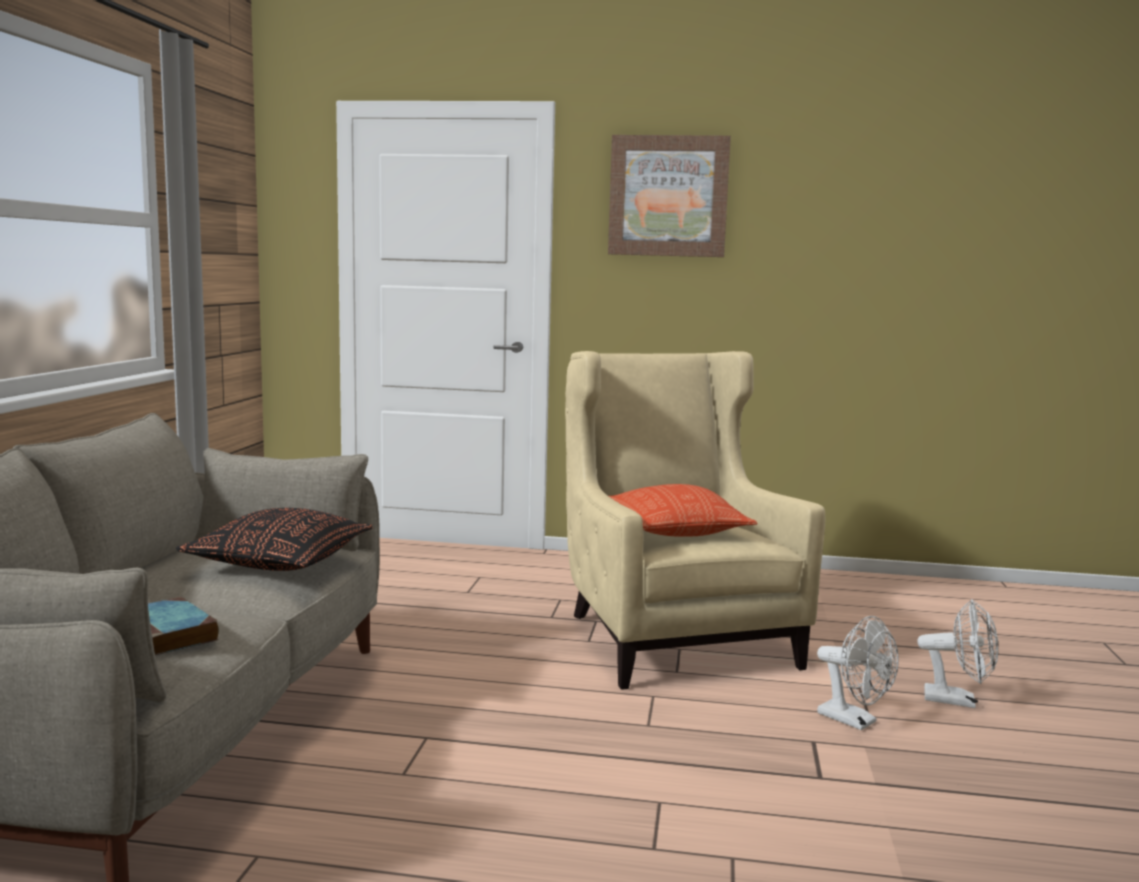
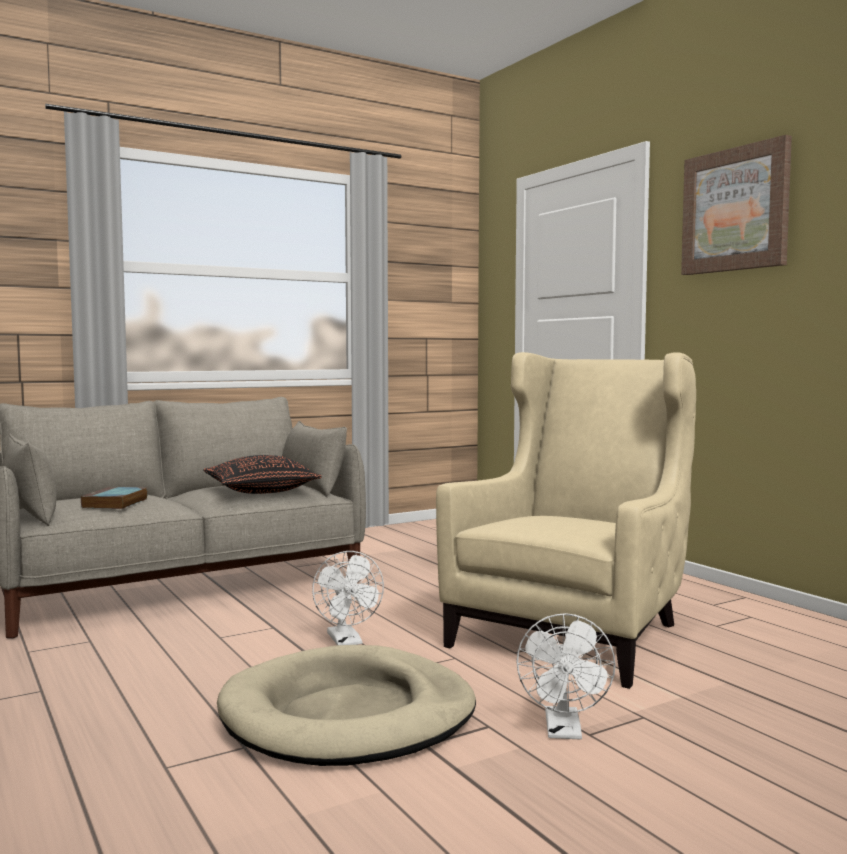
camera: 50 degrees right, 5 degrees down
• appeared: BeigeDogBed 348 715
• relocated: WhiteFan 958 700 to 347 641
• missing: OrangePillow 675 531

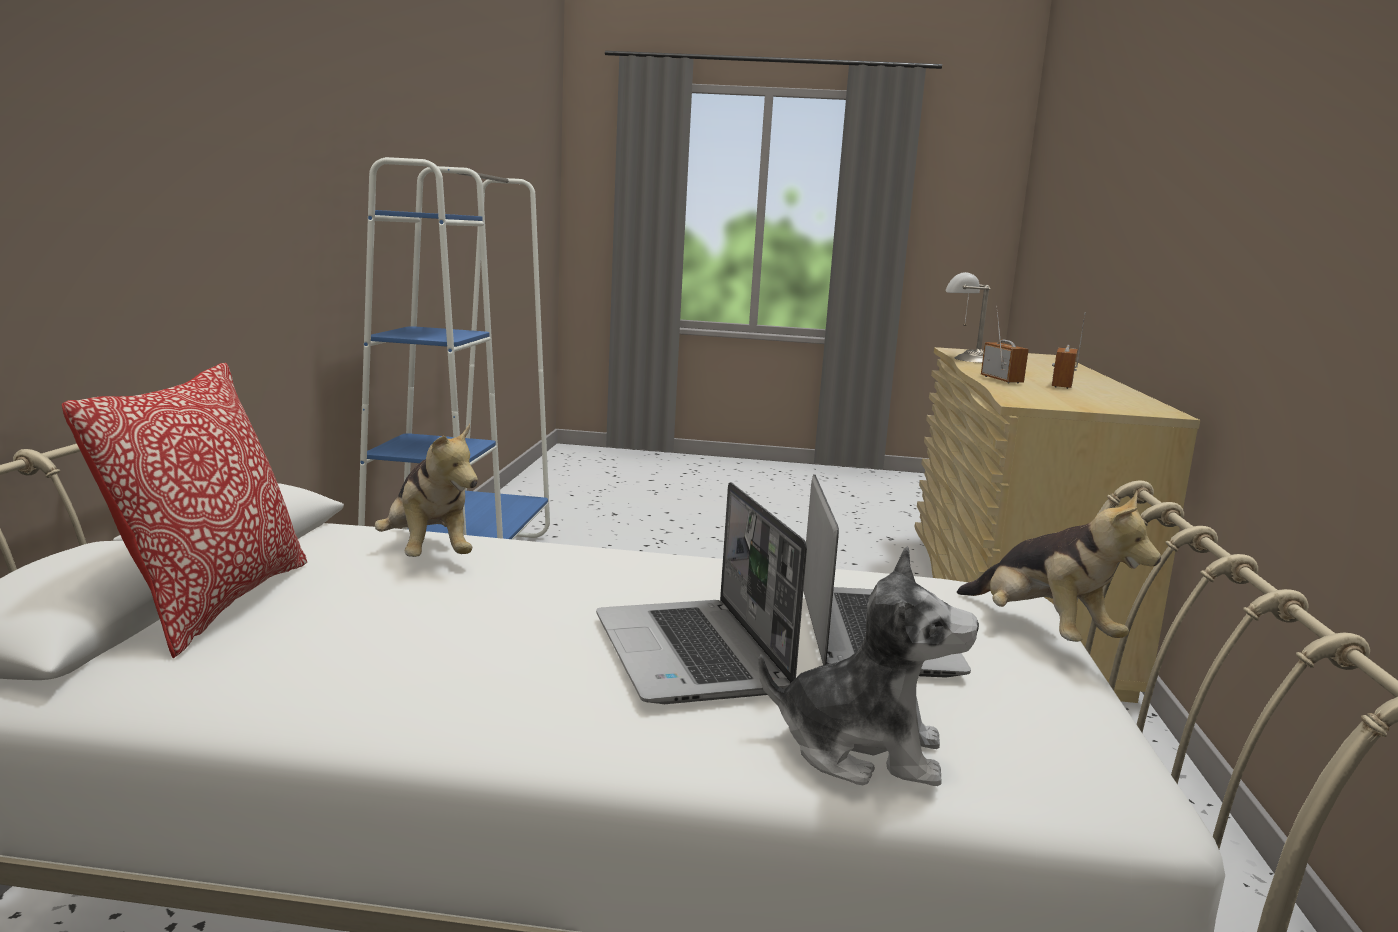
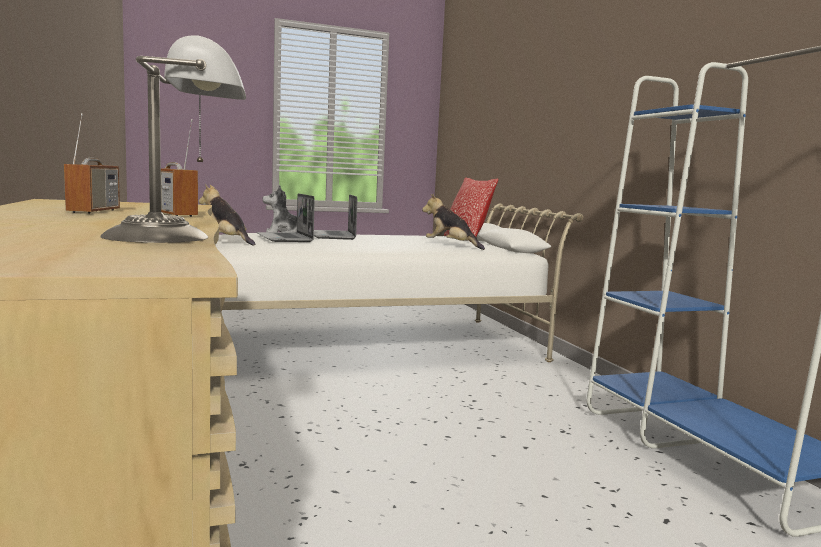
camera: 155 degrees right, 5 degrees down
• spun: Laptop 693 655 = 333 236 150 degrees counterclockwise

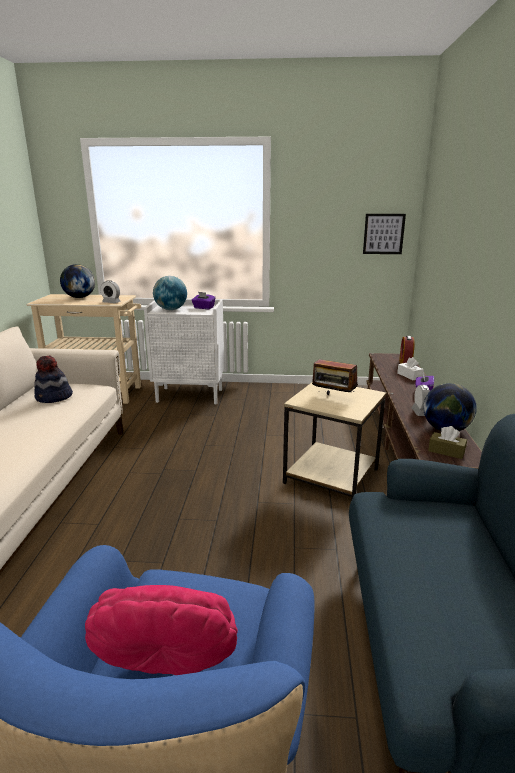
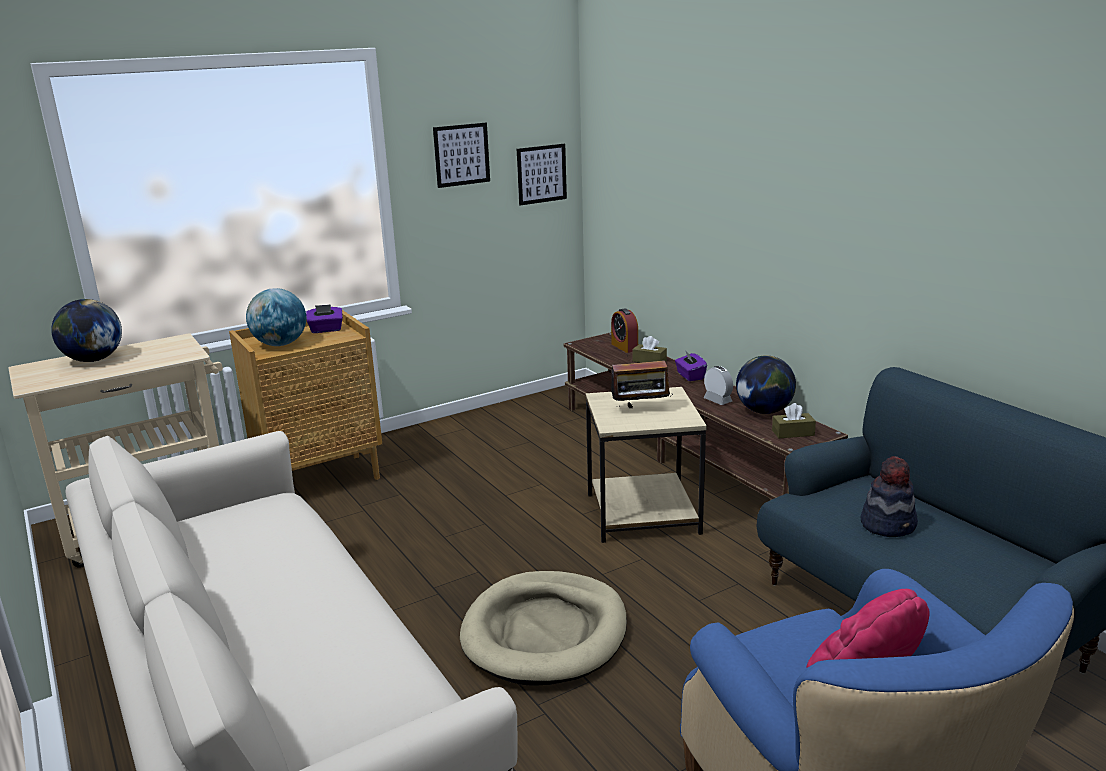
camera: 35 degrees left, 0 degrees up
• colour: WhiteCabinet 190 395 to BrownCabinet 321 480
• appeared: Picture 461 155
• appeared: BeigeDogBed 545 633
• colour: WhiteTissueBox 409 376 to BrownTissueBox 649 361
• relocated: Hat 54 398 to 888 524
• missing: AlarmClock 111 302

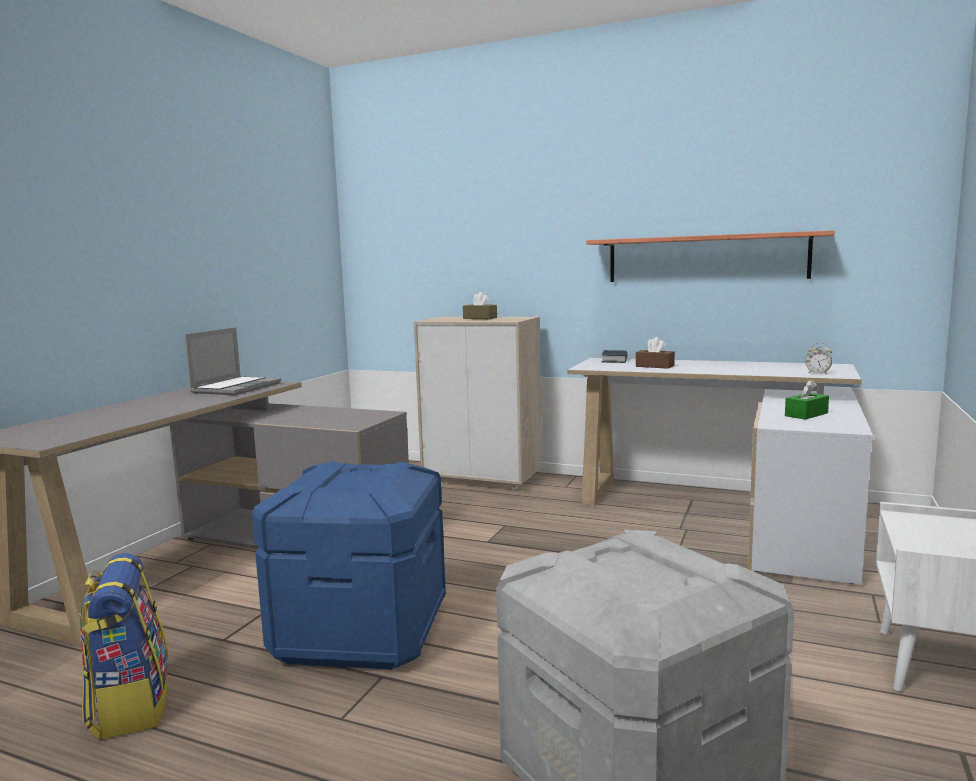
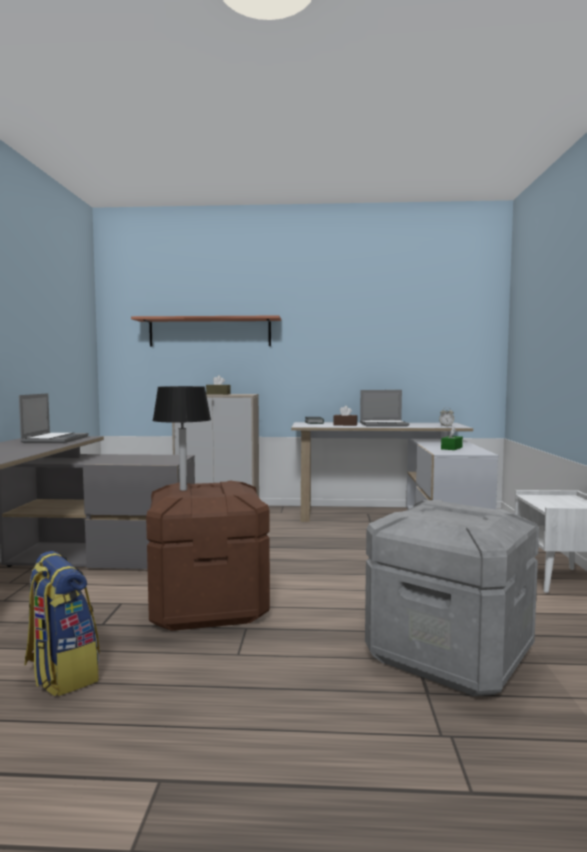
camera: 20 degrees left, 5 degrees down
• relocated: Shelf 706 258 to 210 332
• colour: BlueStorageBox 361 631 to BrownStorageBox 207 606
• appeared: BlackTableLamp 183 489
• appeared: Laptop 384 424

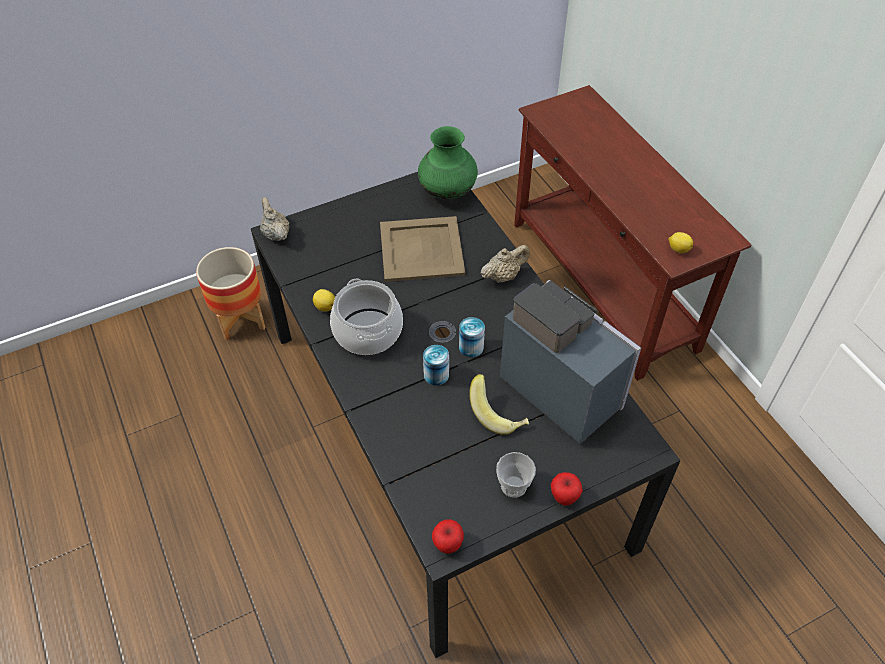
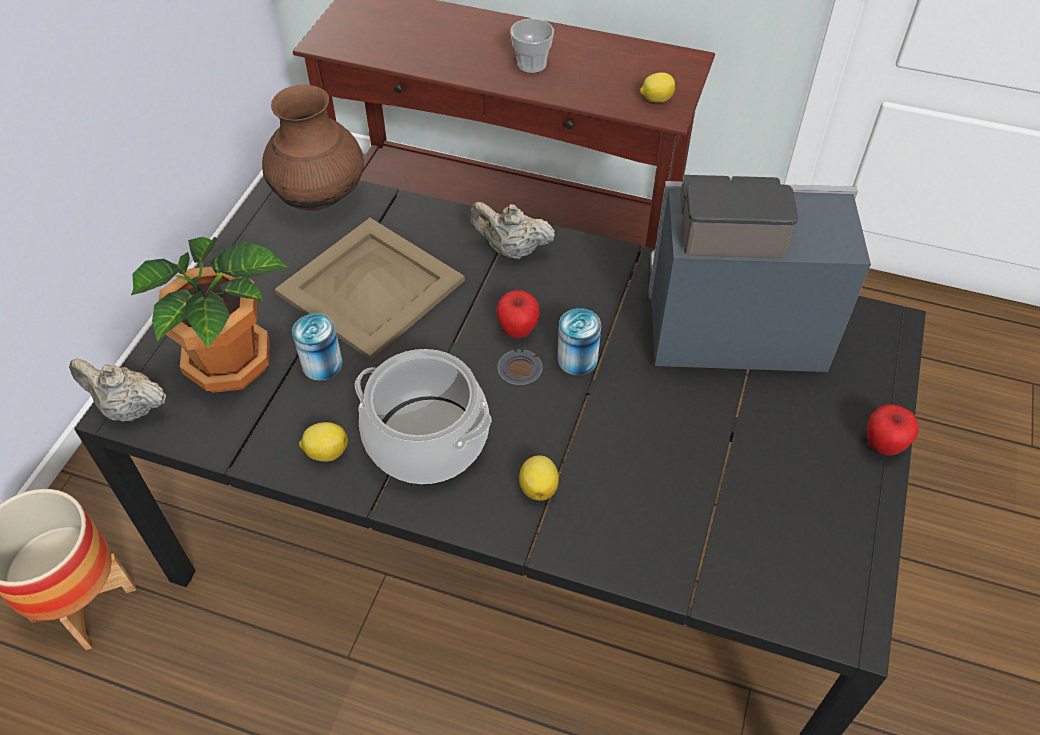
camera: 45 degrees left, 0 degrees up
• appeared: PottedPlant 233 363
• colour: GreenVase 447 192 to BrownVase 320 197
• relocated: Can 436 375 to 322 364
• spun: BeigeTeapot 503 276 = 511 250 90 degrees counterclockwise
• relocated: Apple 448 545 to 518 330
• relocated: Cup 513 486 to 531 64
• appeared: Lemon 539 487
• missing: Banana 498 414

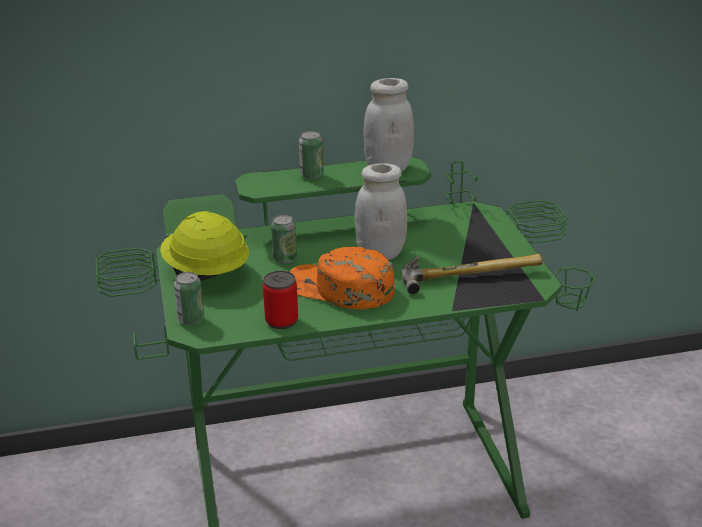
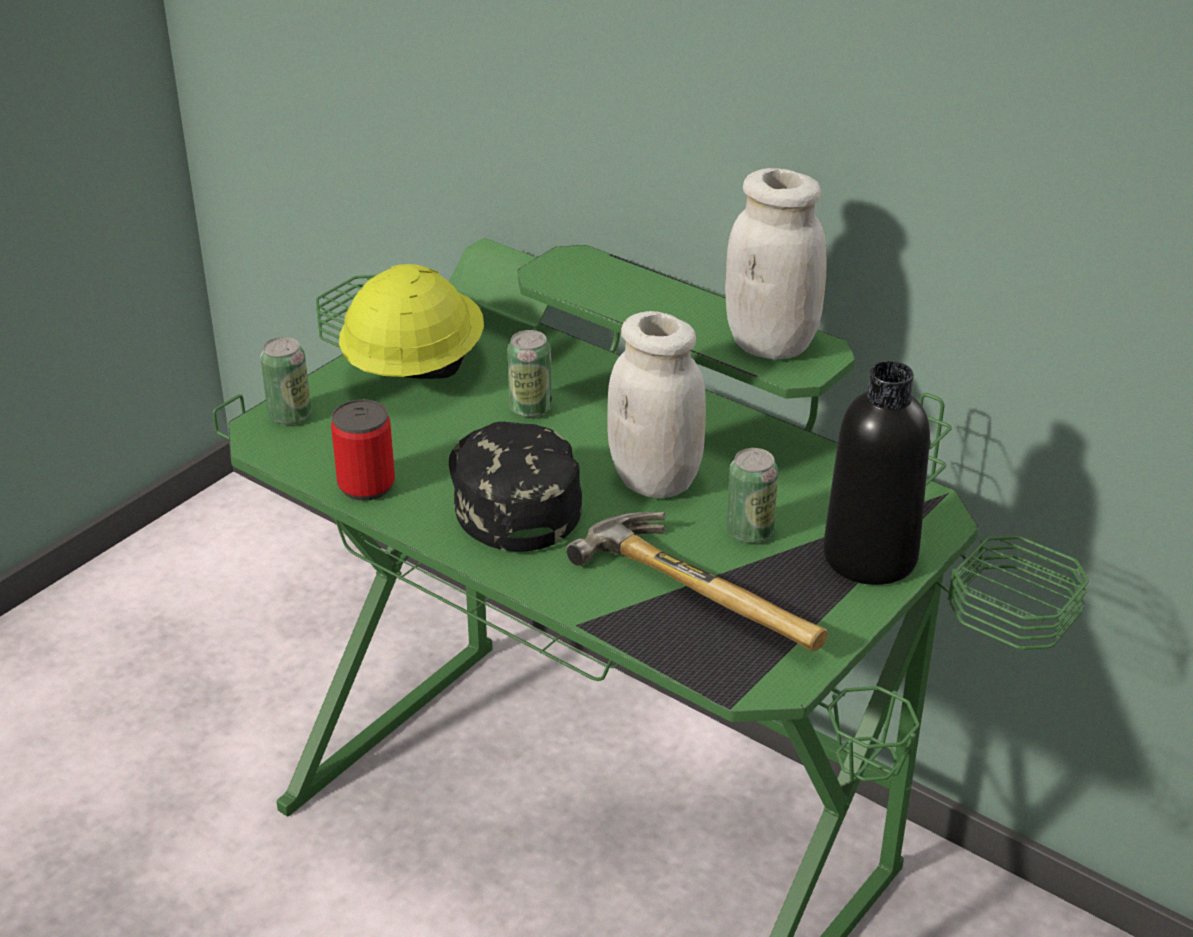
camera: 50 degrees right, 5 degrees up
• colour: OrangeCap 340 288 to BlackCap 510 492
• relocated: Can 311 175 to 749 532
• appeared: BlackBottle 870 557

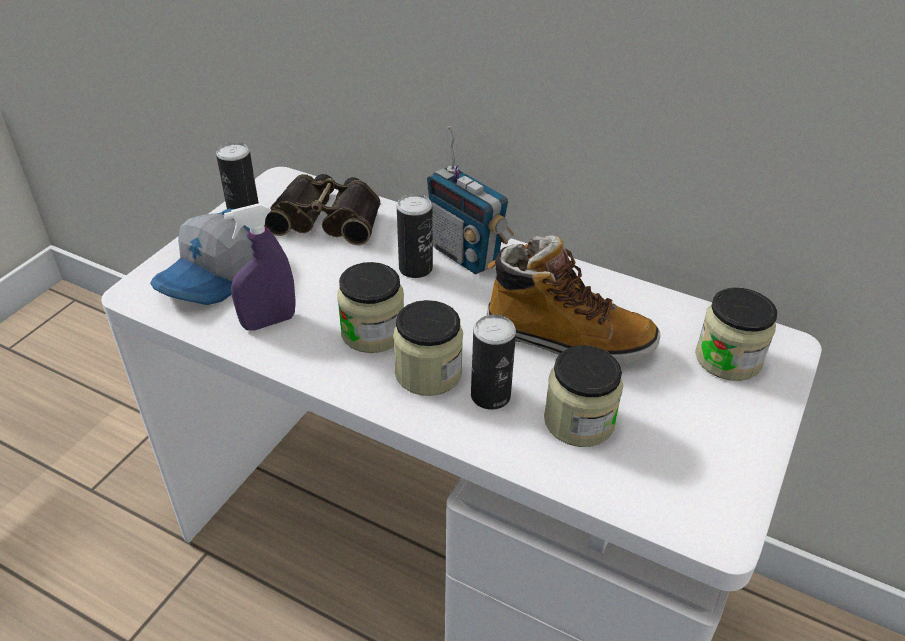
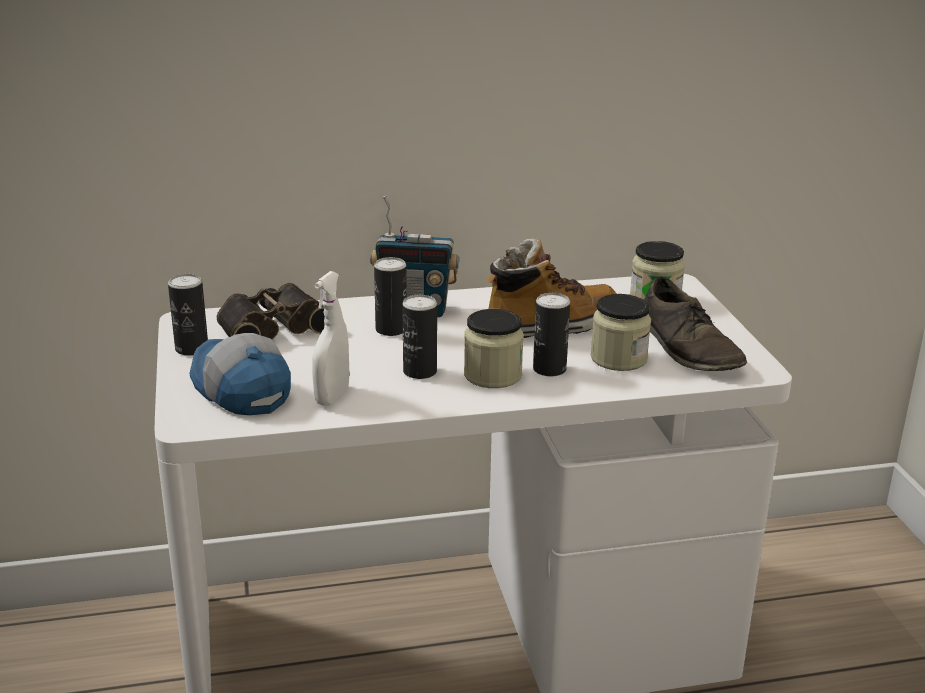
camera: 40 degrees left, 15 degrees down
• spun: Cap 215 276 = 239 390 150 degrees clockwise
• colour: PurpleSprayBottle 269 322 to WhiteSprayBottle 332 396
• exchanged: Jar 373 332 to Can 420 372
• appeared: BrownShoe 688 347

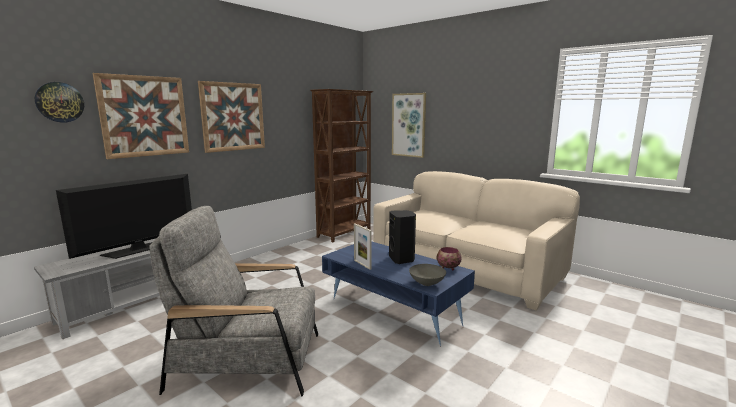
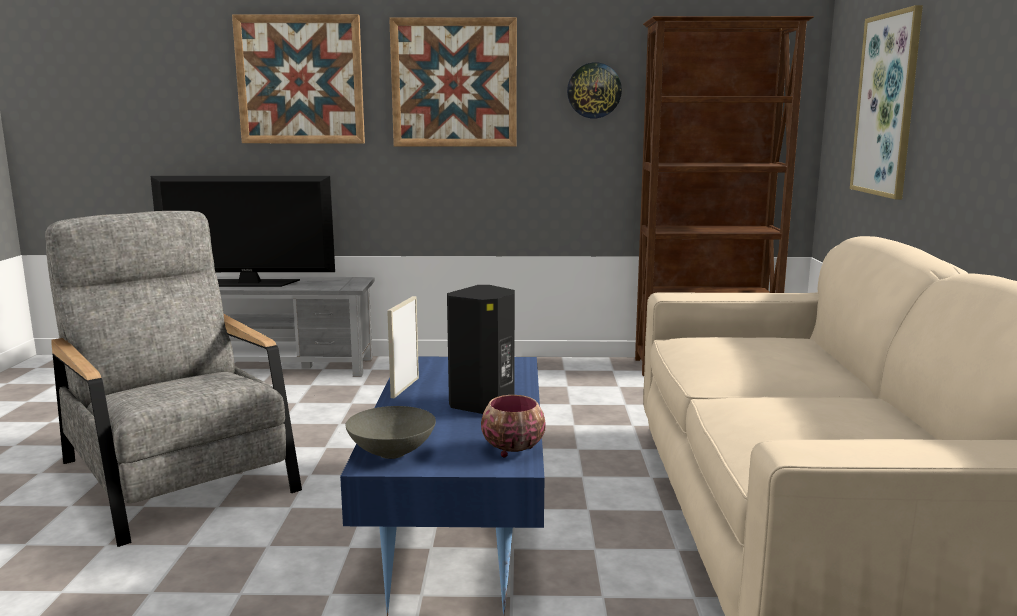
camera: 50 degrees right, 0 degrees up
• relocated: WallClock 59 102 to 594 90

